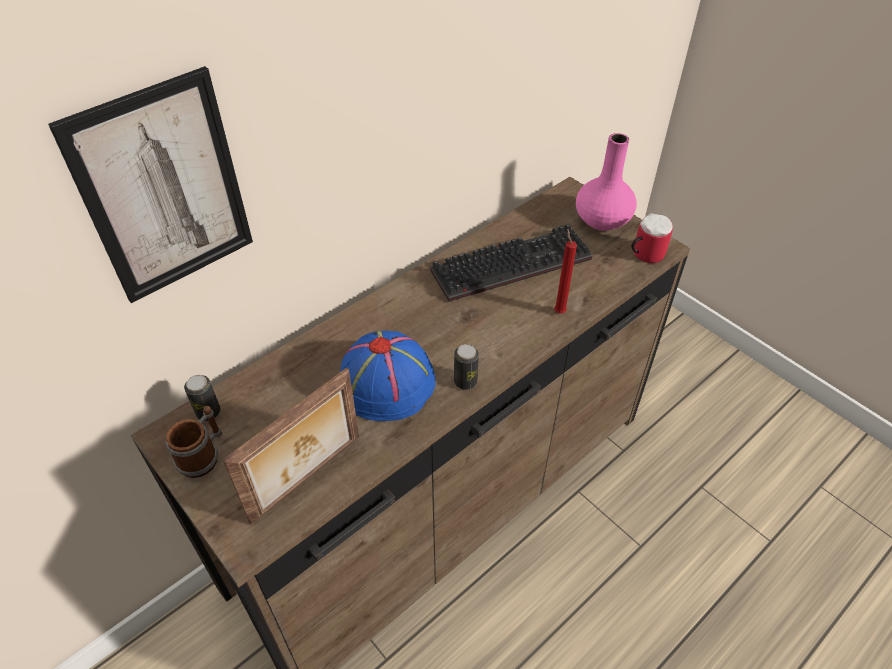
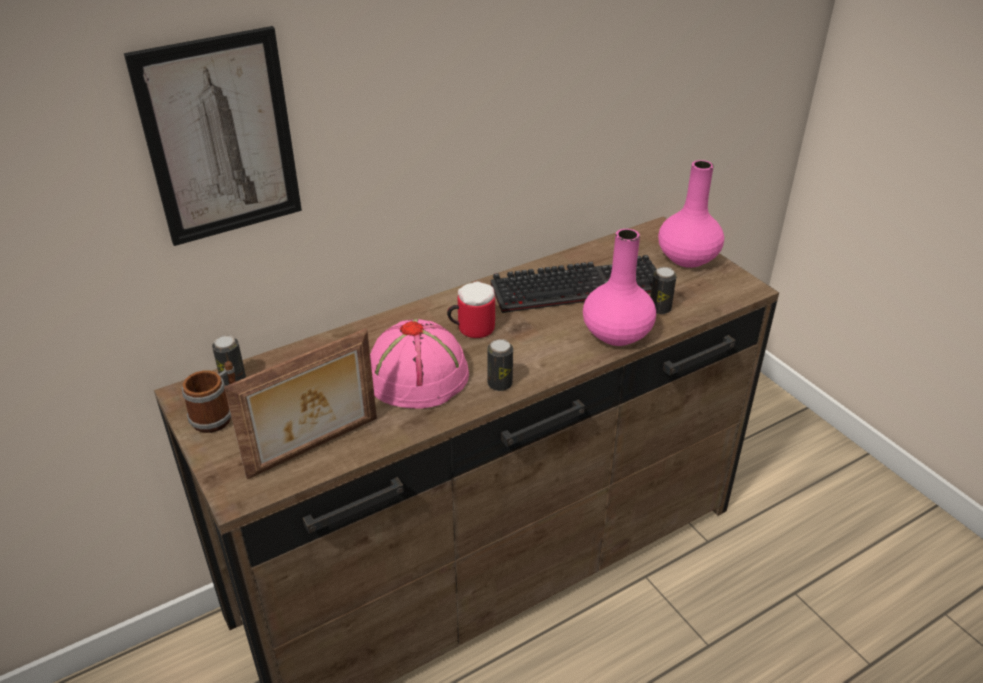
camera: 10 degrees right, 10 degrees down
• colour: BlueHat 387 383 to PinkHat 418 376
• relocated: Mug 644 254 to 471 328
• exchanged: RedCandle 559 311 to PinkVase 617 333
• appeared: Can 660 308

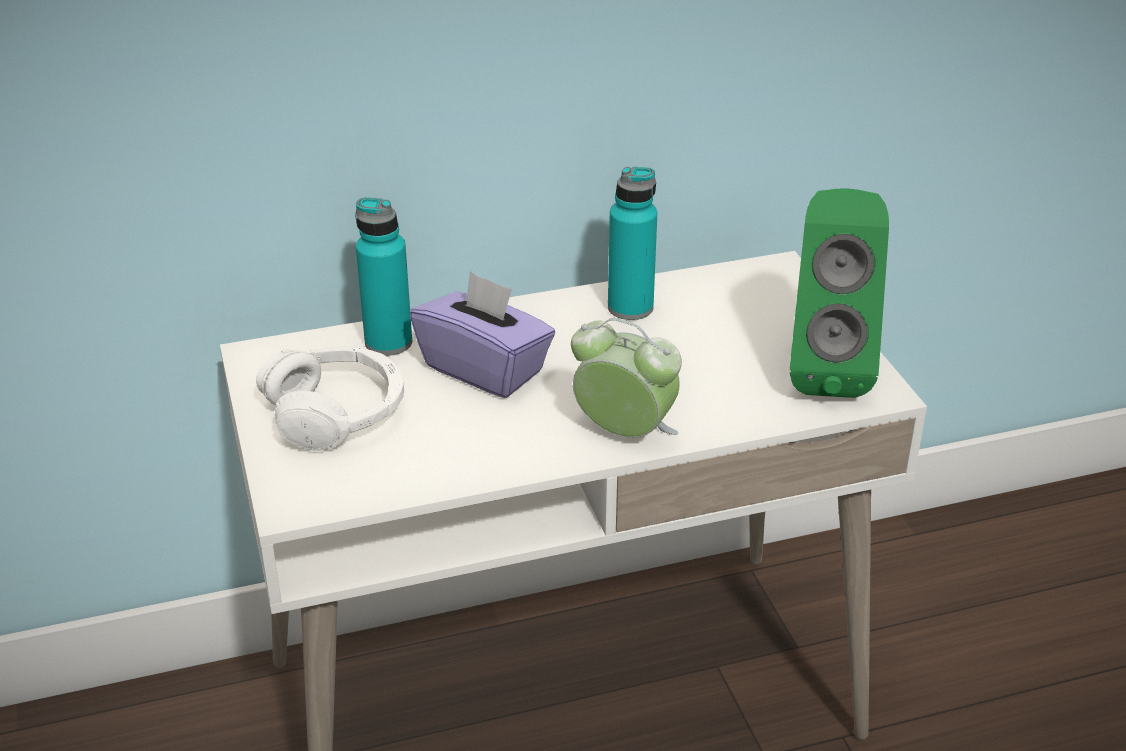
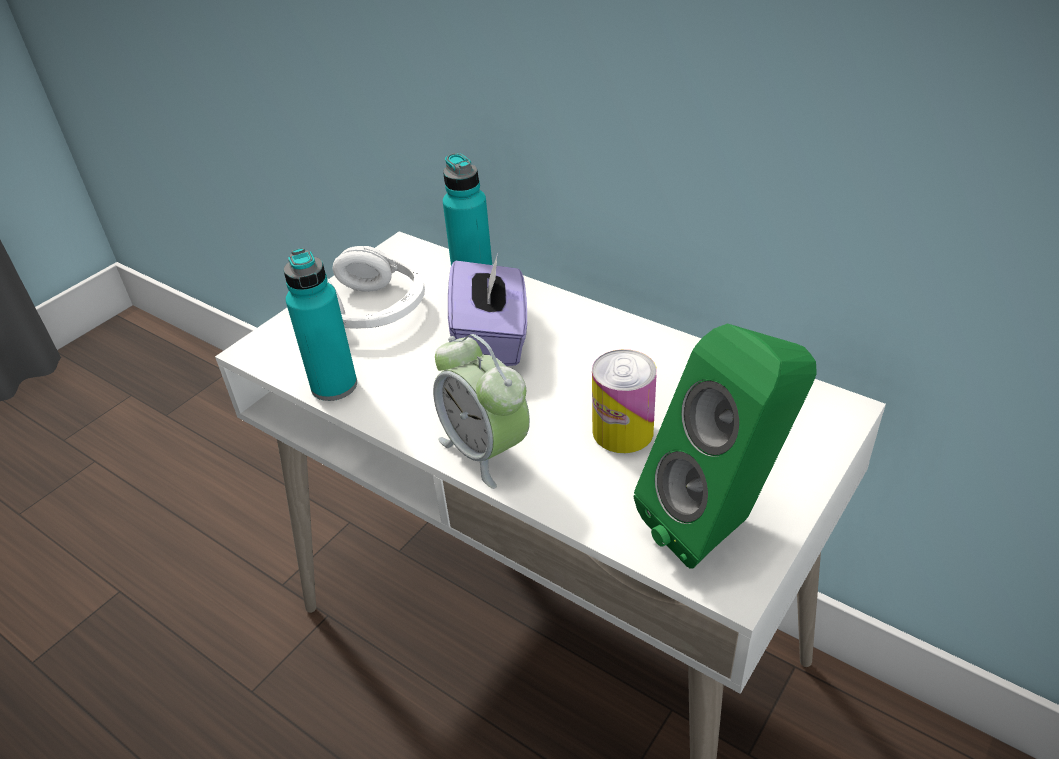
camera: 55 degrees right, 5 degrees up
• relocated: TurquoiseBottle 630 308 to 334 386
• spun: AlarmClock 624 433 = 485 450 150 degrees clockwise
• appeared: Can 622 431

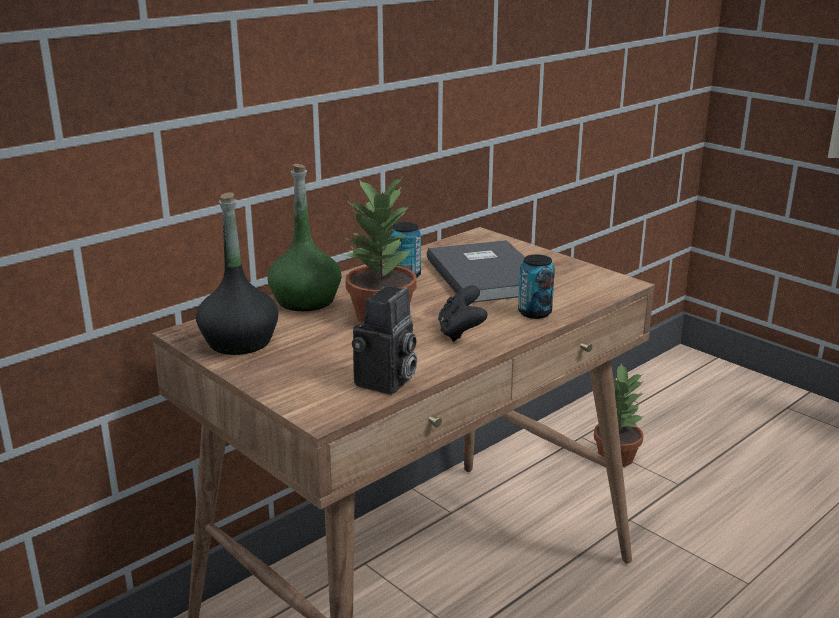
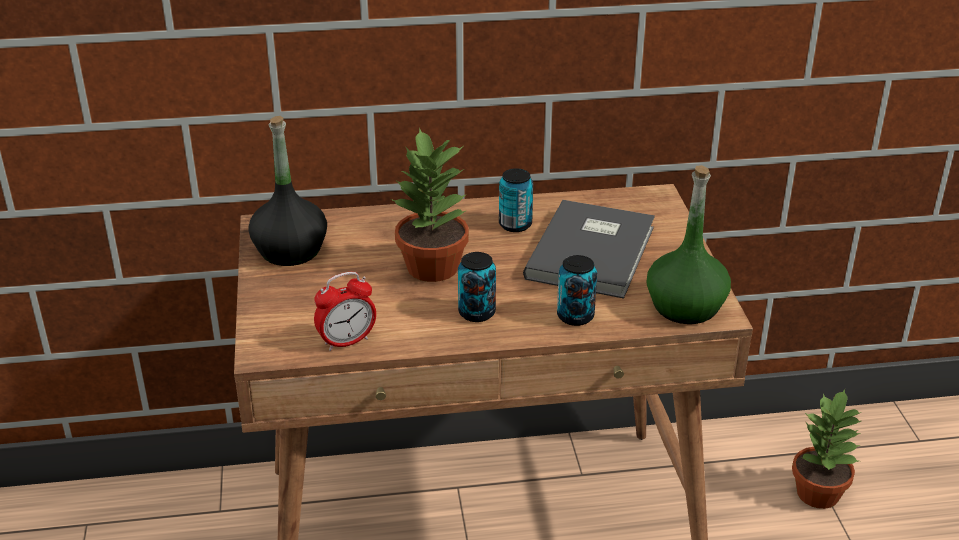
camera: 35 degrees right, 10 degrees up
• exchanged: PhotoCamera 385 383 to AlarmClock 347 341
• exchanged: BlackGameController 461 333 to Can 477 313
• relocated: GreenBottle 306 300 to 686 306

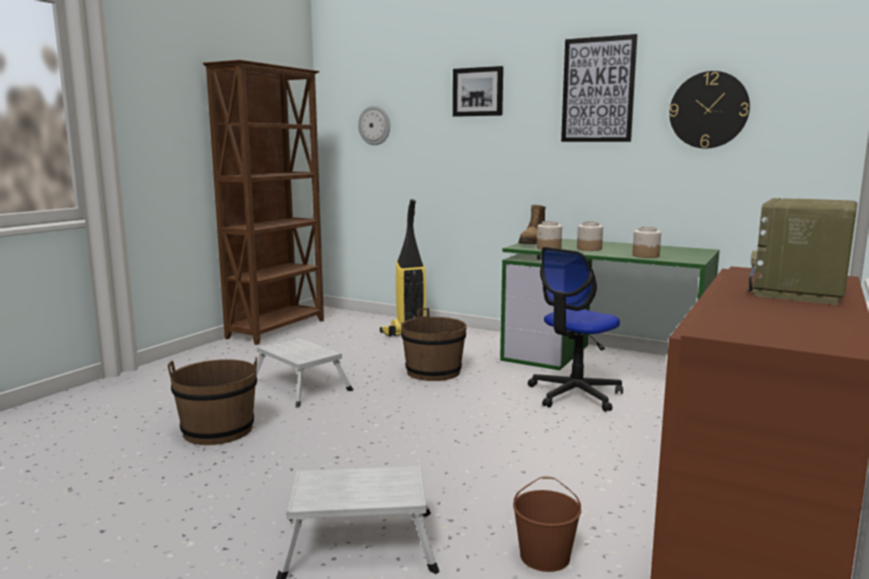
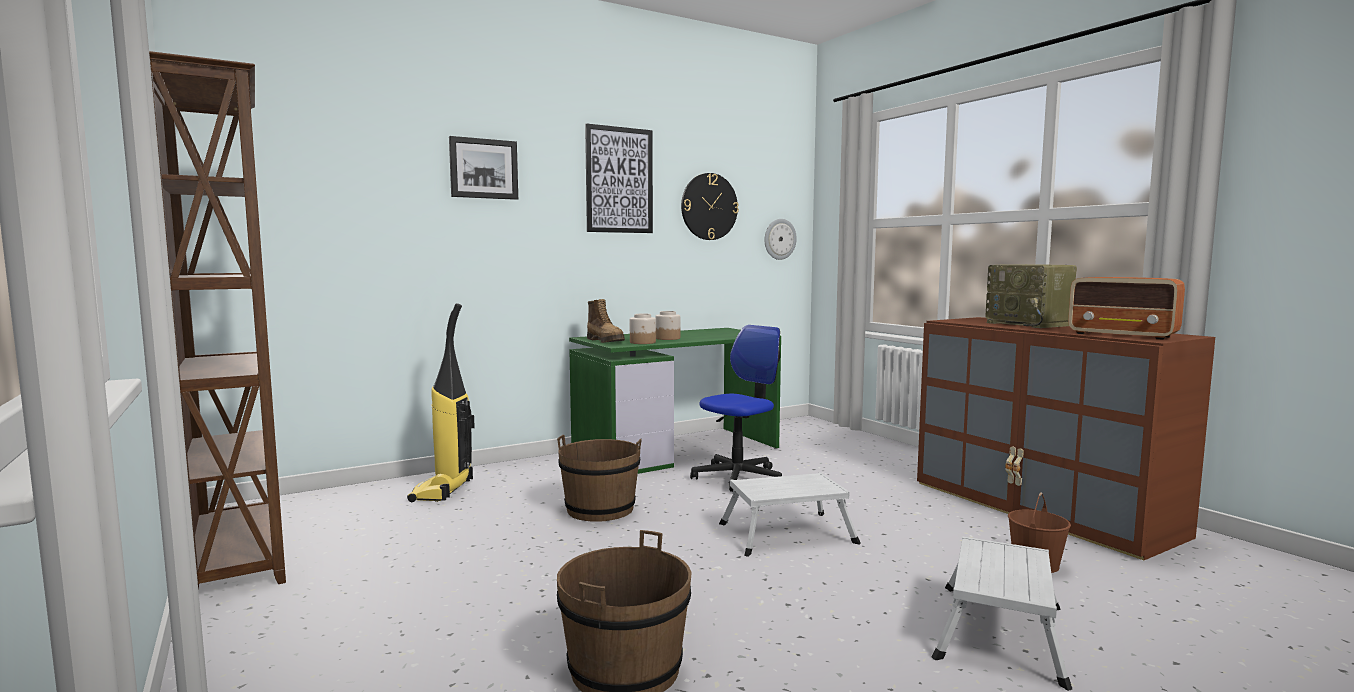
camera: 60 degrees left, 5 degrees down
• spun: OfficeChair 575 395 = 738 477 120 degrees counterclockwise
• relocated: WhiteStepLadder 300 386 to 788 533
• relocated: WallClock 374 125 to 779 239
• appeared: Radio 1123 335
• missing: Jar 645 255

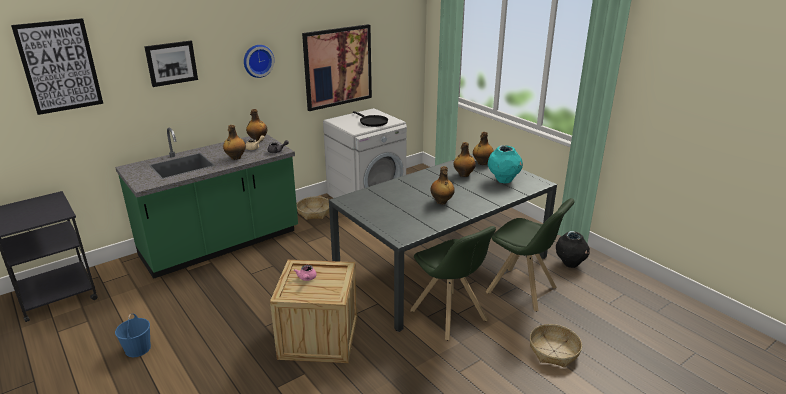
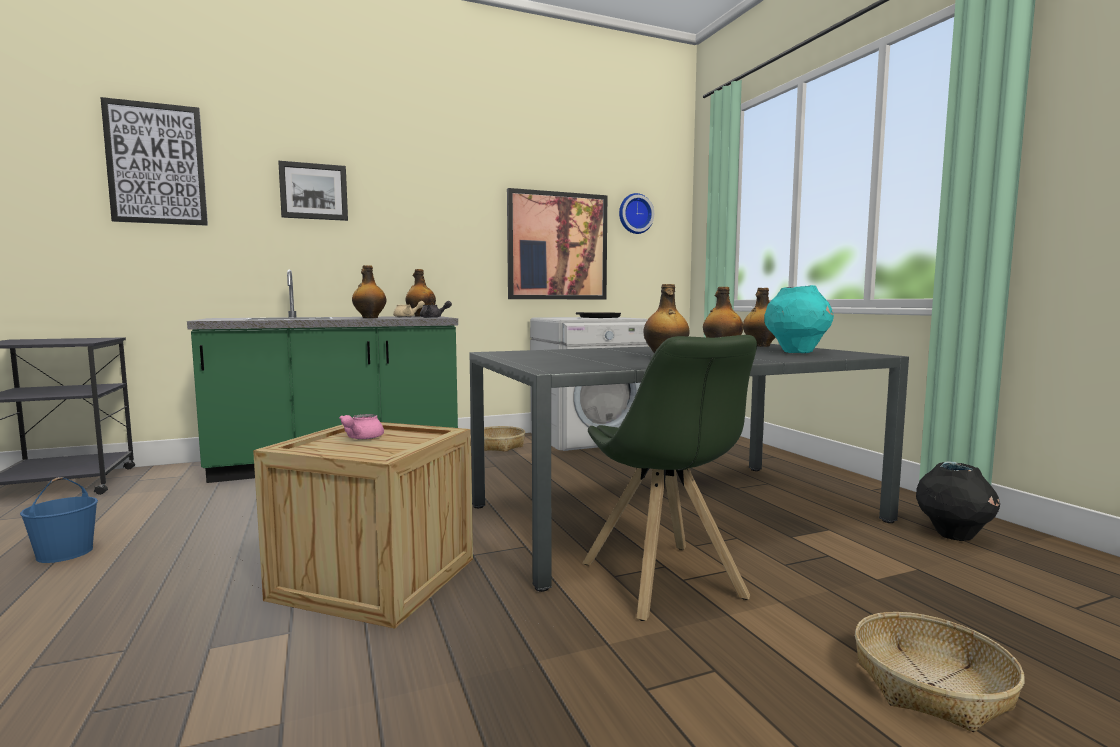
camera: 15 degrees right, 20 degrees down
• relocated: WallClock 257 60 to 635 214
• missing: GreenChair 522 290

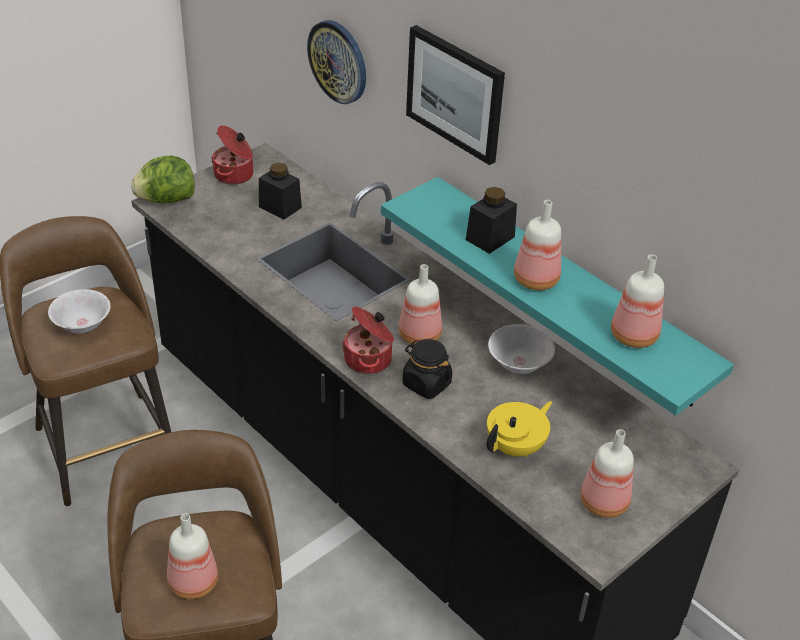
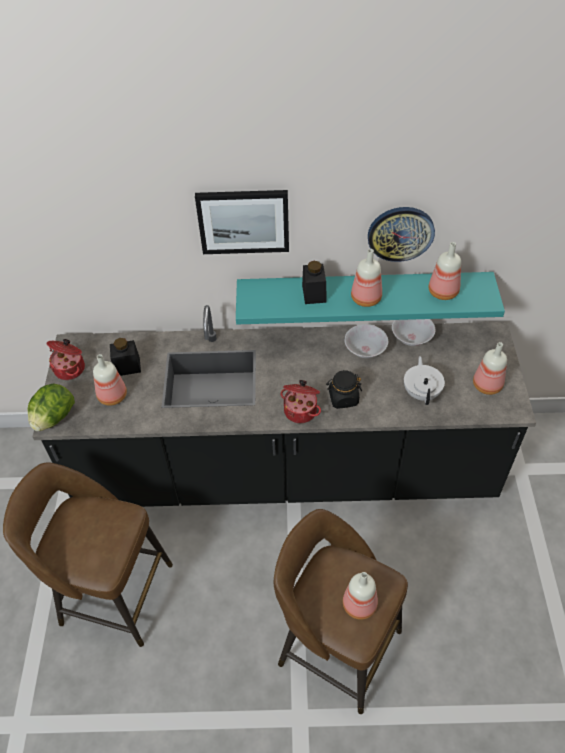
camera: 45 degrees left, 10 degrees up
• relocated: Bottle 418 335 to 111 396
• relocated: WallClock 338 61 to 400 233
• relocated: WhiteBowl 83 325 to 411 338
• colour: YellowTeapot 516 447 to WhiteTeapot 421 392

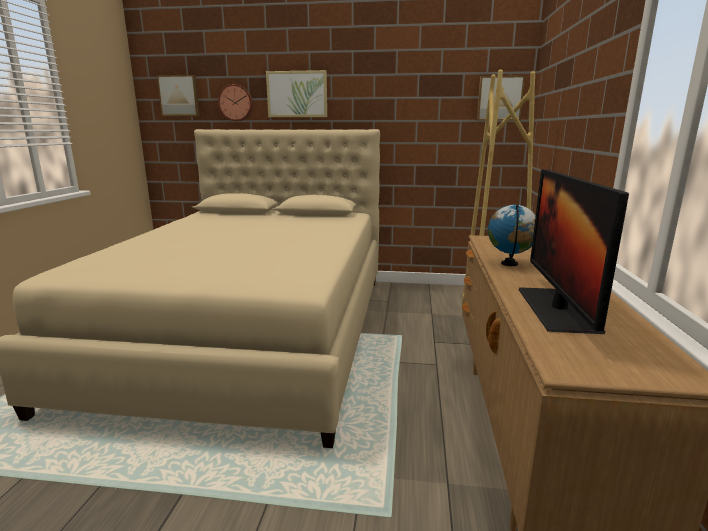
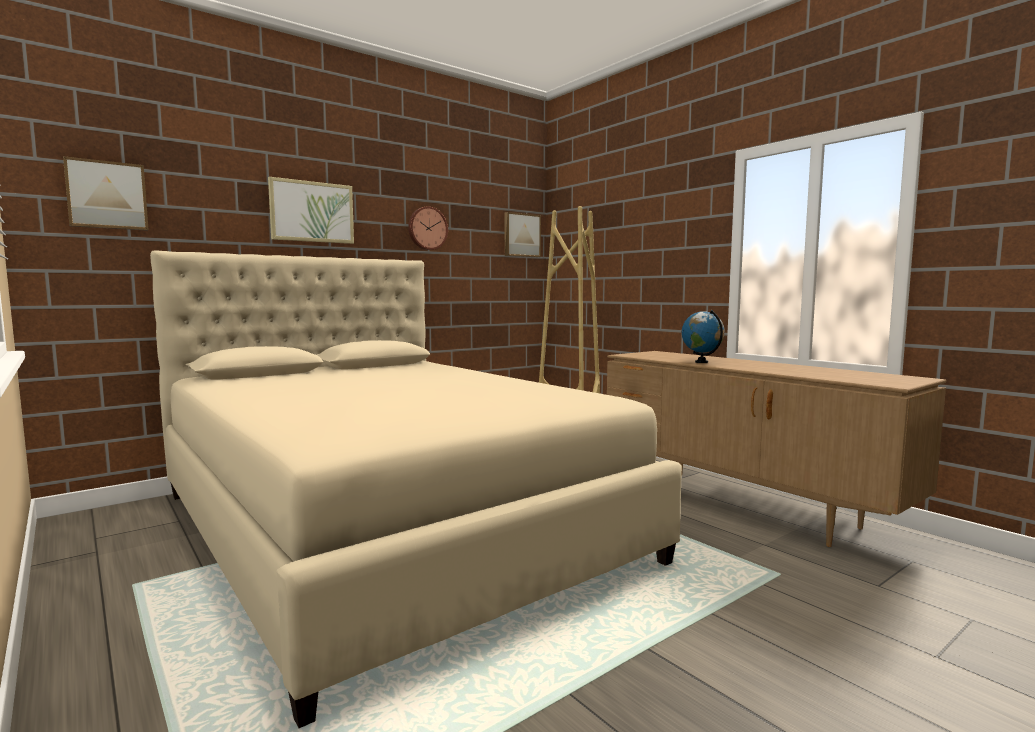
camera: 45 degrees left, 10 degrees down
• relocated: WallClock 236 103 to 427 228
• missing: Monitor 556 309

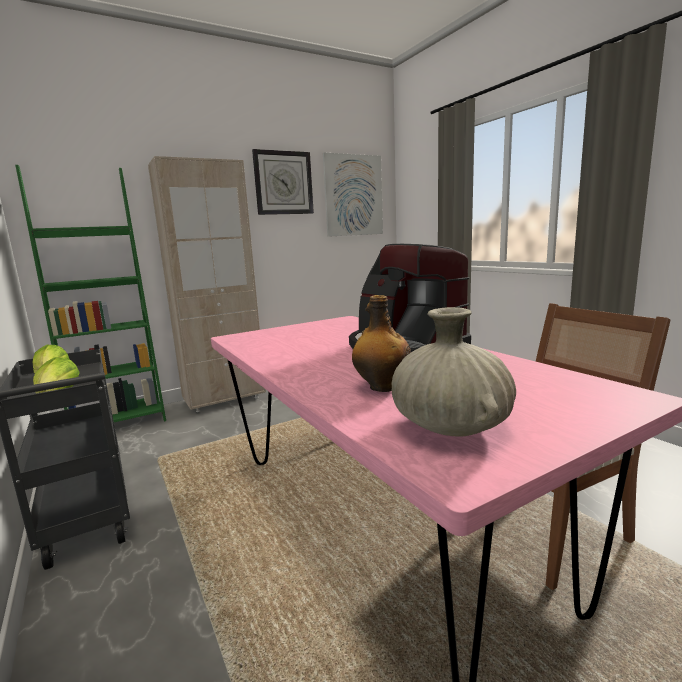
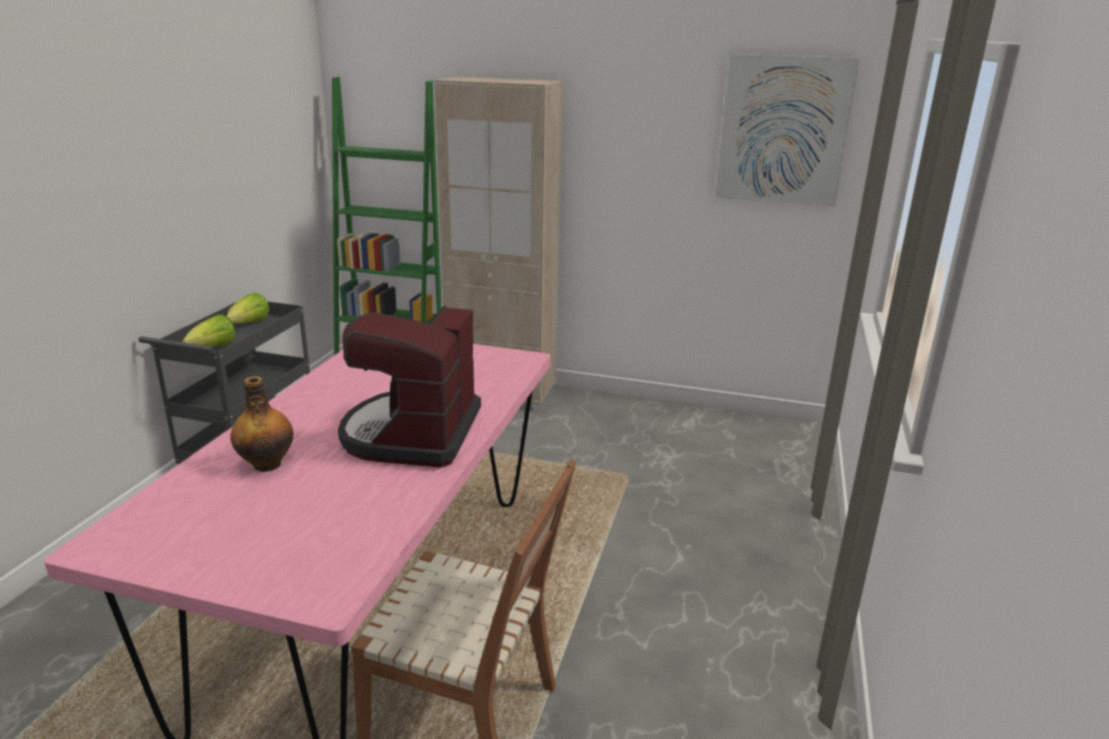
camera: 45 degrees right, 10 degrees up
• missing: WallClock 283 183
• missing: BeigeVase 450 427

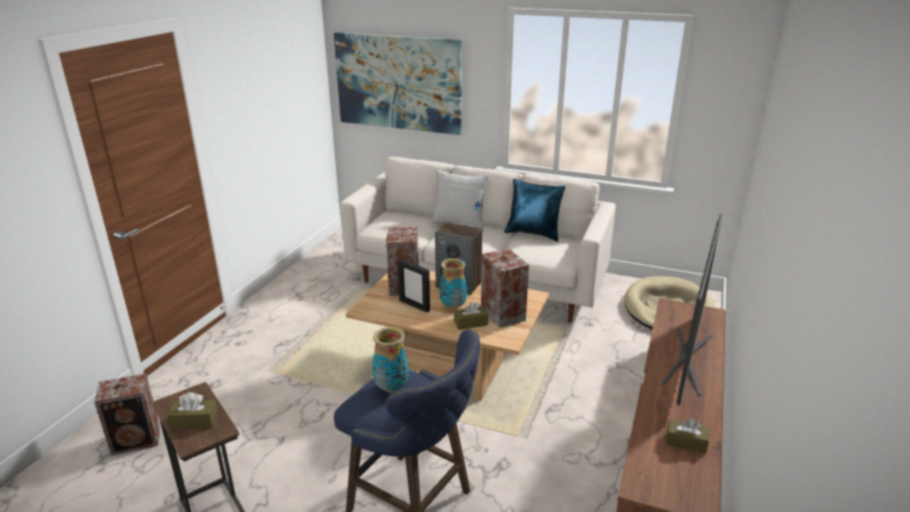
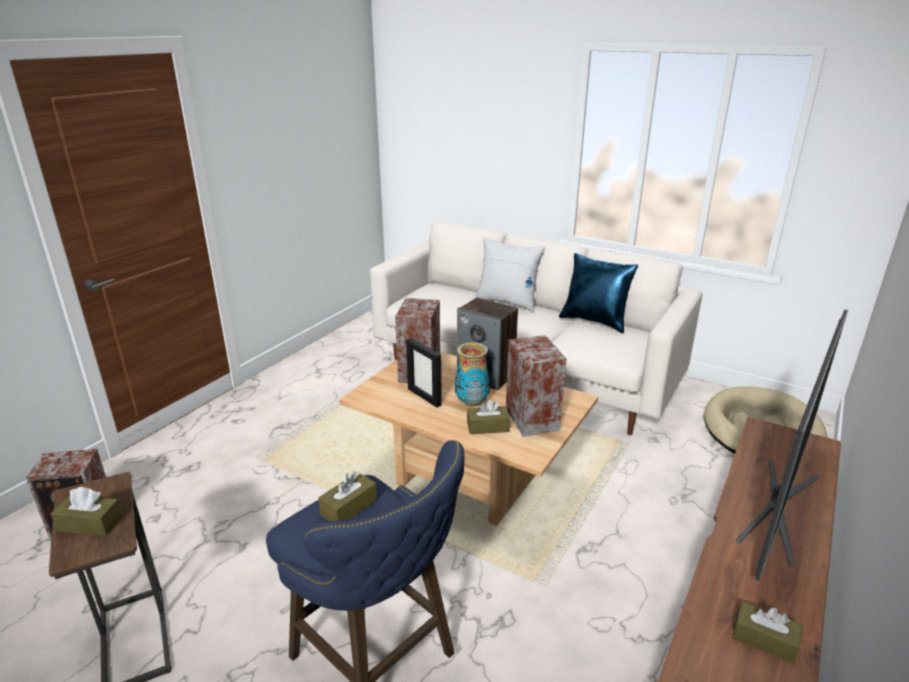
camera: 10 degrees right, 0 degrees up
• exchanged: Vase 391 387 to BrownTissueBox 349 507
• missing: Picture 398 83

